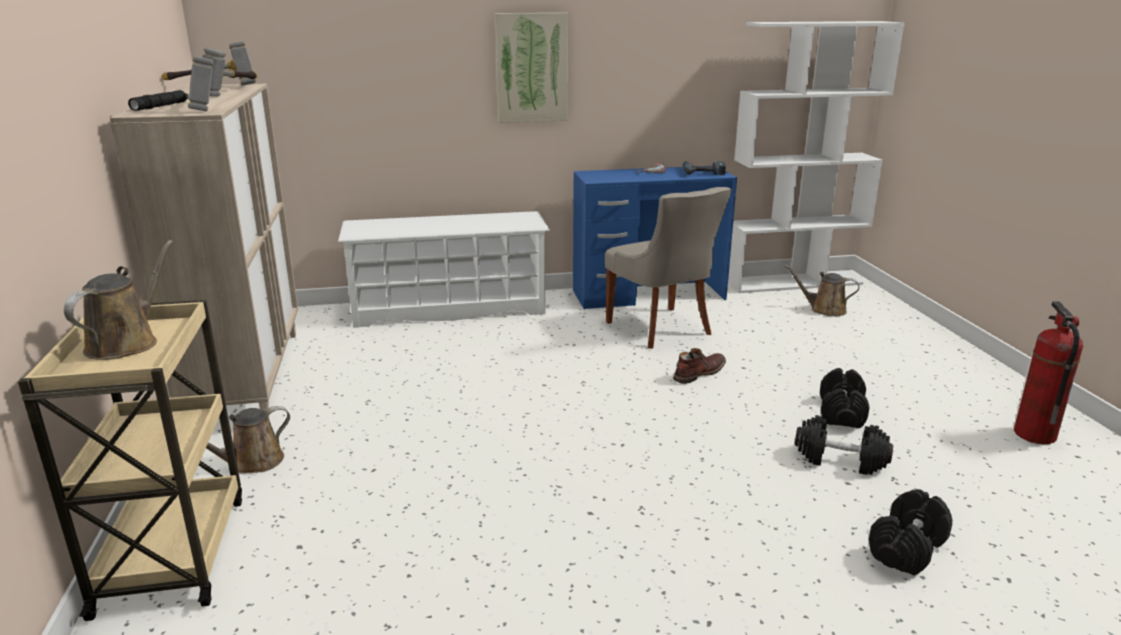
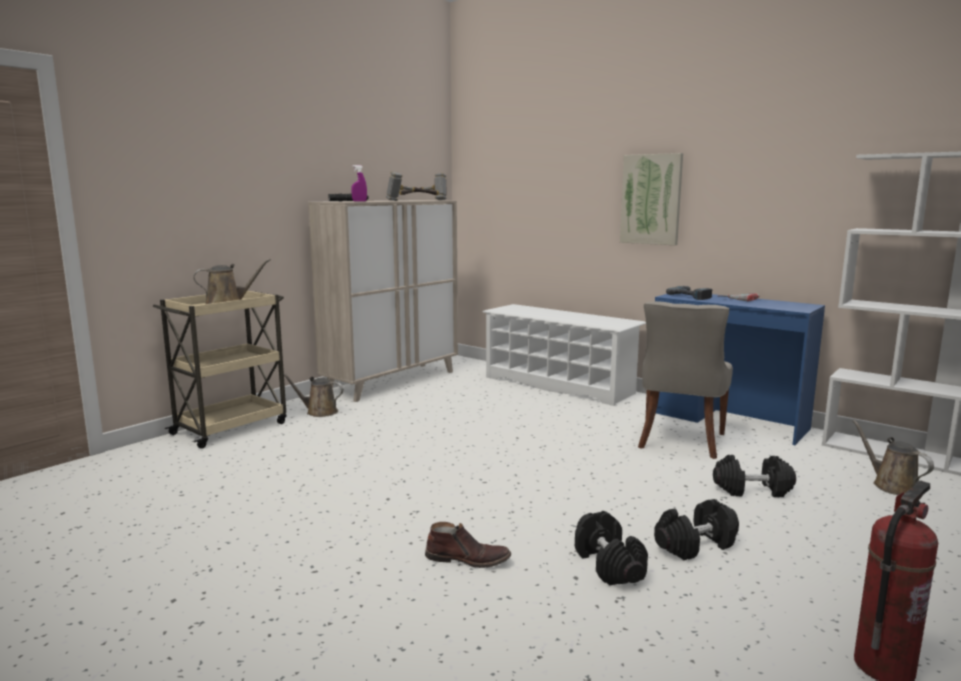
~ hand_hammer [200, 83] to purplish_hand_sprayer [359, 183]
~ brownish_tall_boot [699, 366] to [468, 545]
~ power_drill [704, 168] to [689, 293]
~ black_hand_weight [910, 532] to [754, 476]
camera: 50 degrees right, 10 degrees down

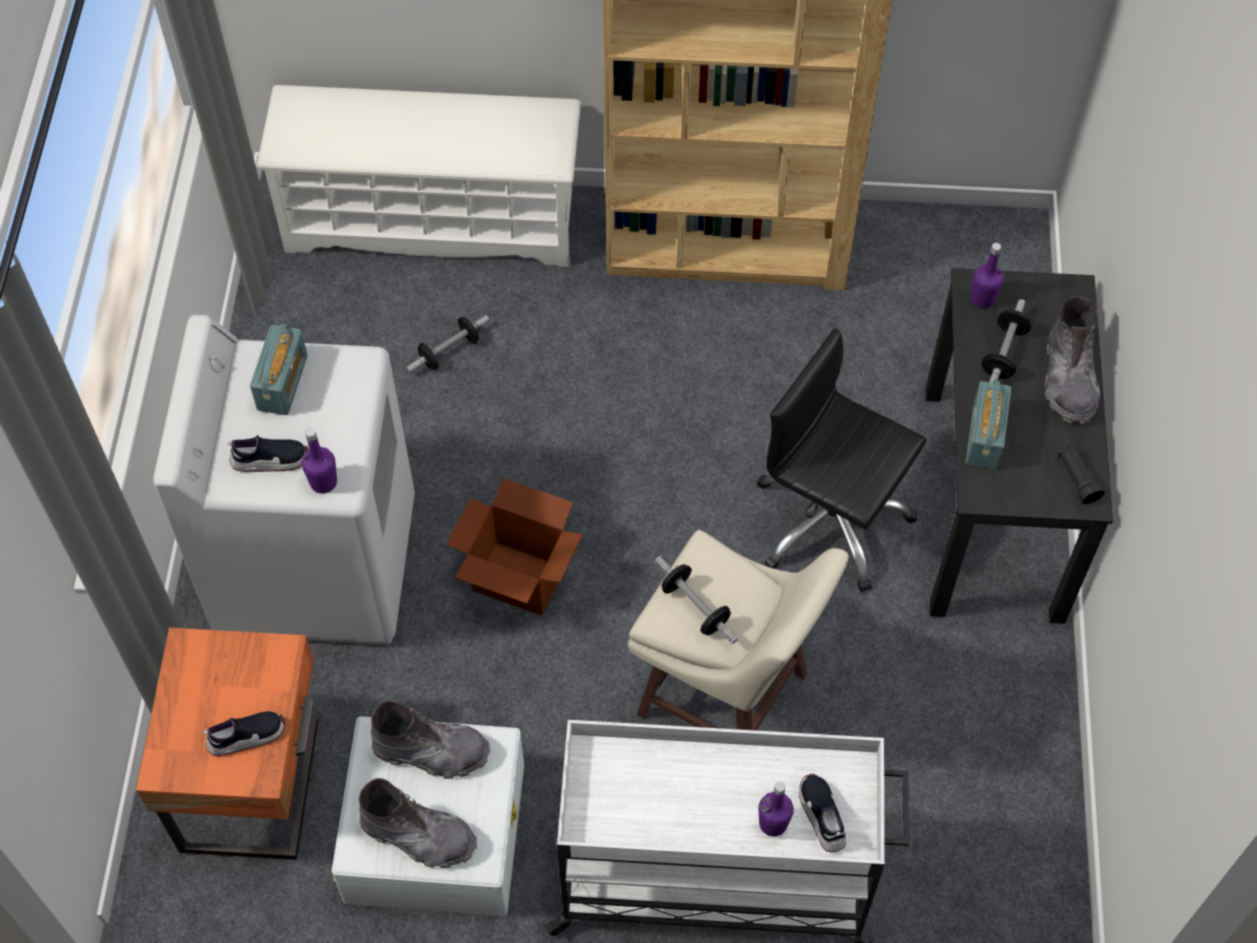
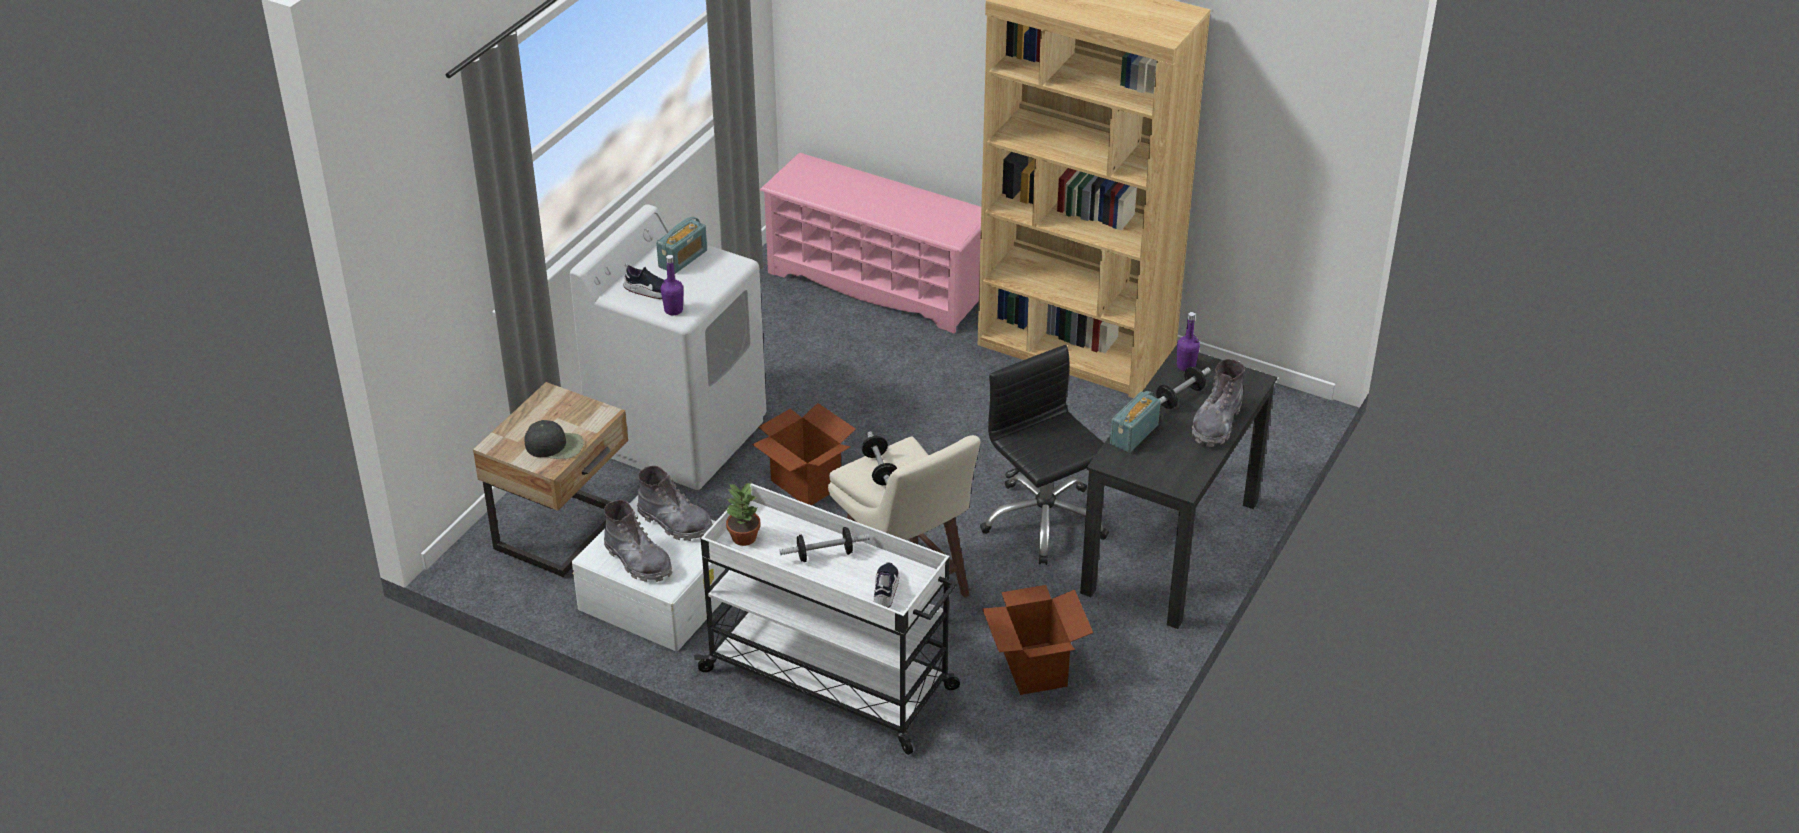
~ orangey_bedside_table [227, 744] to sand-coloured_bedside_table [550, 479]
~ low_shoe [244, 733] to black_peaked_cap [554, 439]
+ potted_plant [743, 514]
~ whitish_shoe_stand [418, 176] to pinkish_shoe_stand [870, 243]
~ hand_weight [448, 343] to [824, 544]
+ carton [1037, 640]
- purplish_bottle [776, 809]
- black_torch [1081, 474]
camera: 25 degrees right, 20 degrees down

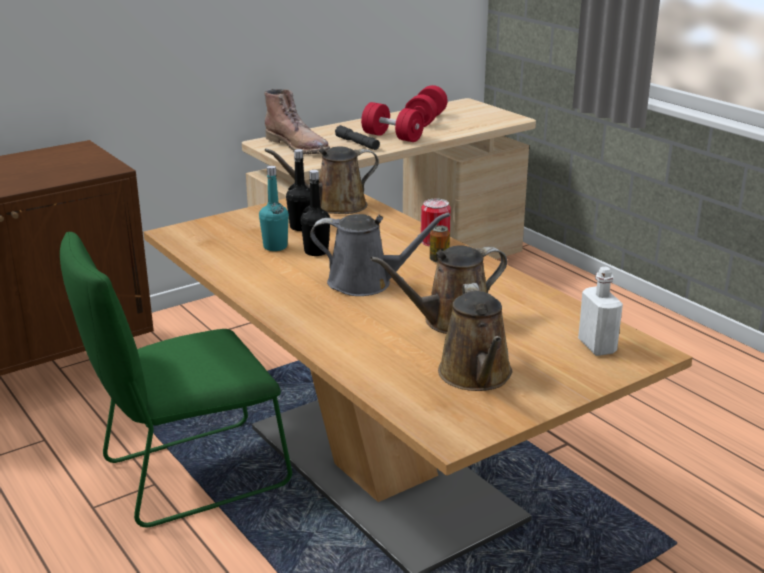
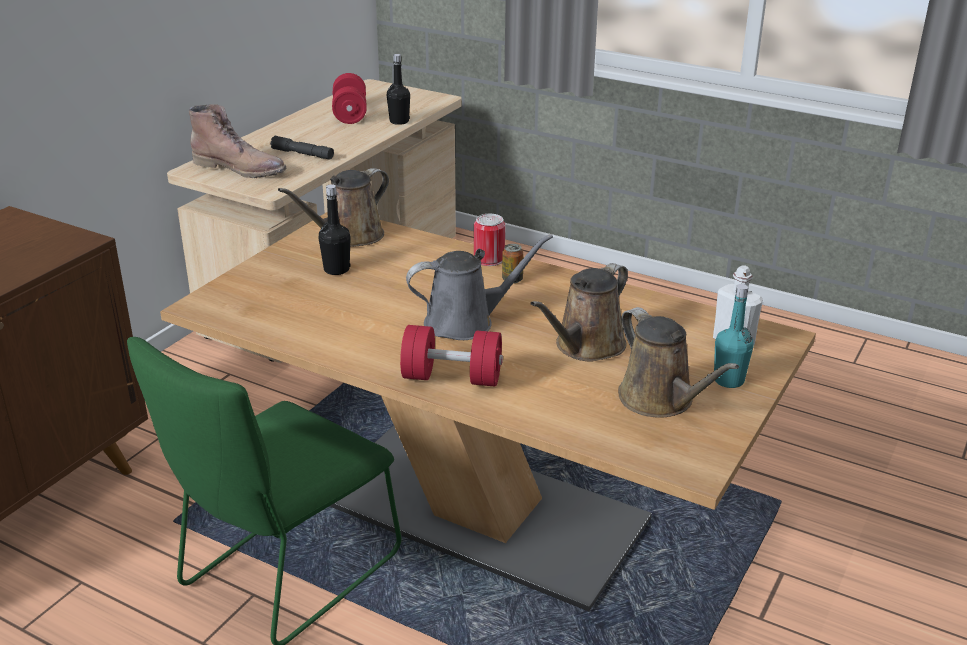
~ black_bottle [315, 213] to [398, 89]
~ red-coloured_hand_weight [392, 122] to [451, 356]
~ turquoise-coloured_bottle [274, 208] to [734, 336]
camera: 25 degrees left, 5 degrees up

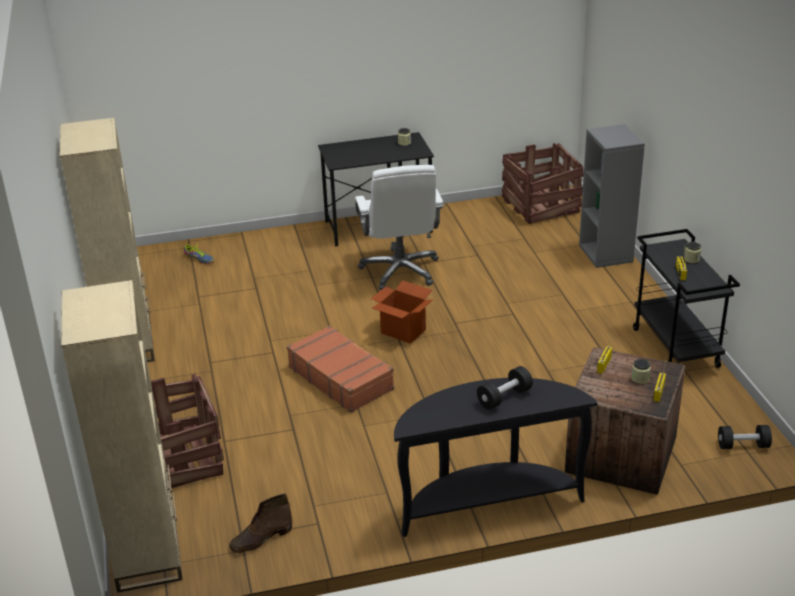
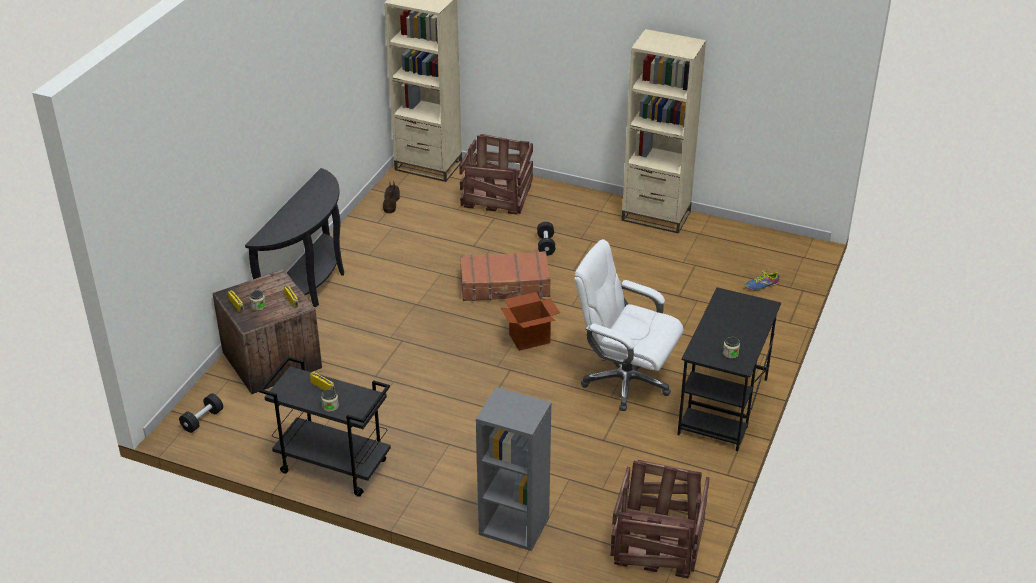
~ black_hand_weight [505, 388] to [546, 239]
camera: 125 degrees right, 5 degrees up

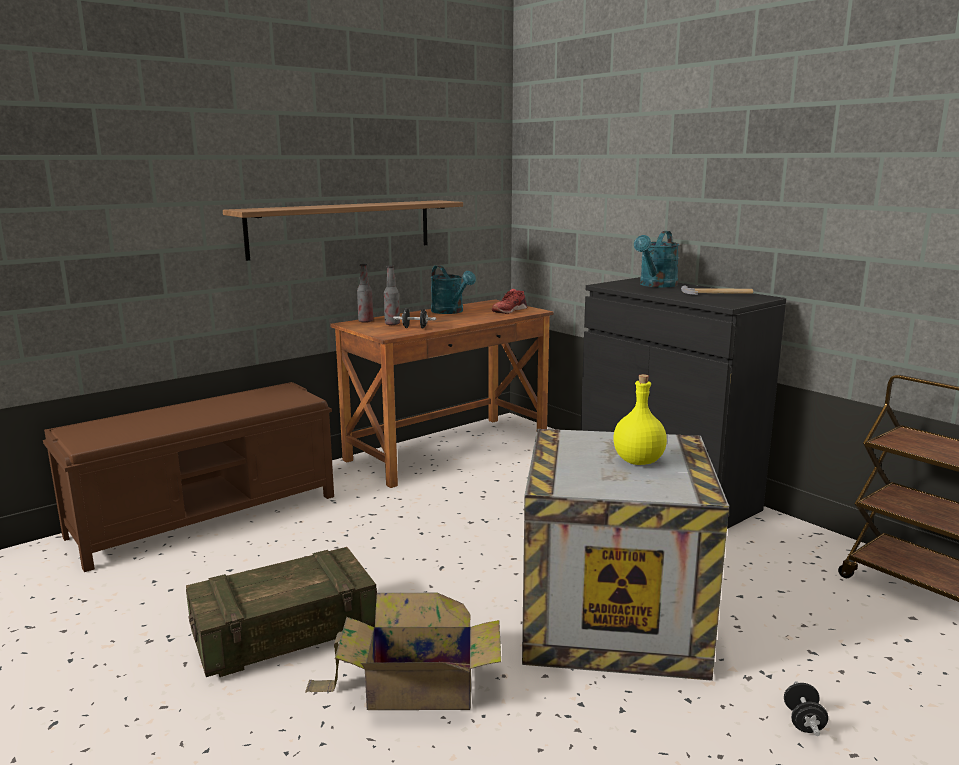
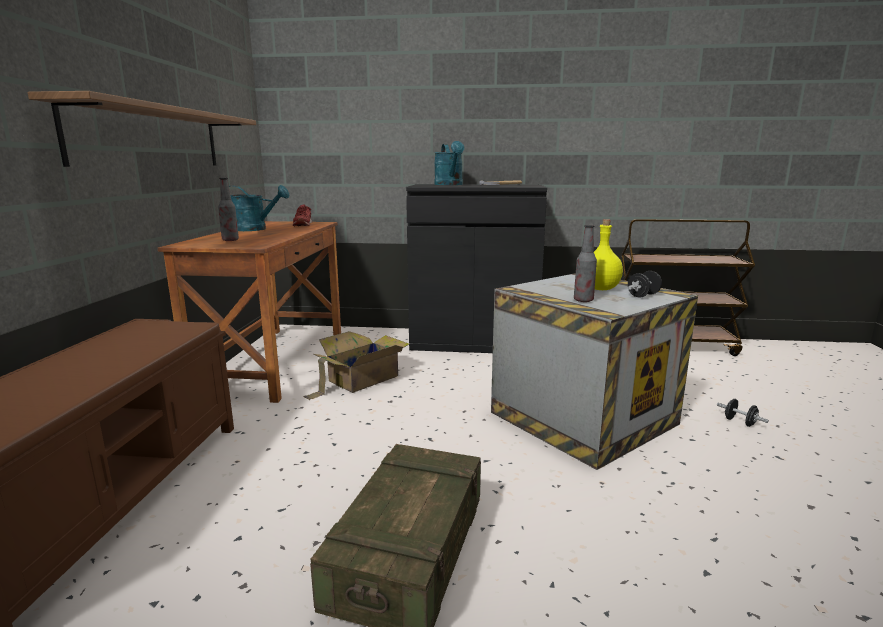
~ carton [403, 651] to [356, 365]
~ bottle [365, 293] to [585, 263]
~ black_hand_weight [414, 318] to [645, 284]
camera: 45 degrees left, 0 degrees up

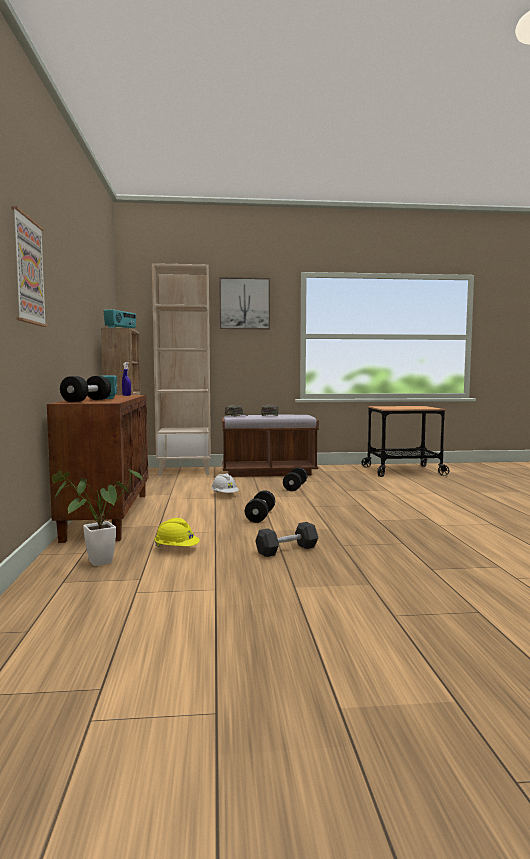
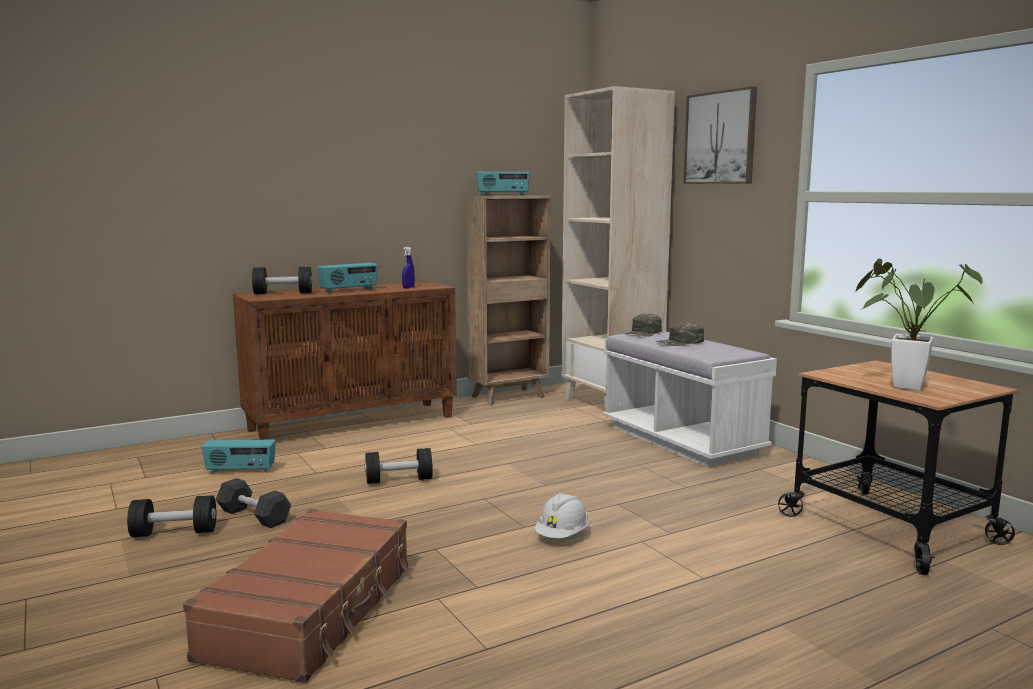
~ black_hand_weight [295, 479] to [171, 516]
+ brownish_travel_case [296, 596]
~ yellow_work_helmet [177, 532] to radio_receiver [238, 457]
~ whitish_work_helmet [225, 483] to [561, 515]
~ brownish_bench [270, 446] to whitish_bench [690, 399]
~ potted_plant [97, 517] to [918, 325]
- picture [29, 266]
camera: 65 degrees right, 5 degrees up

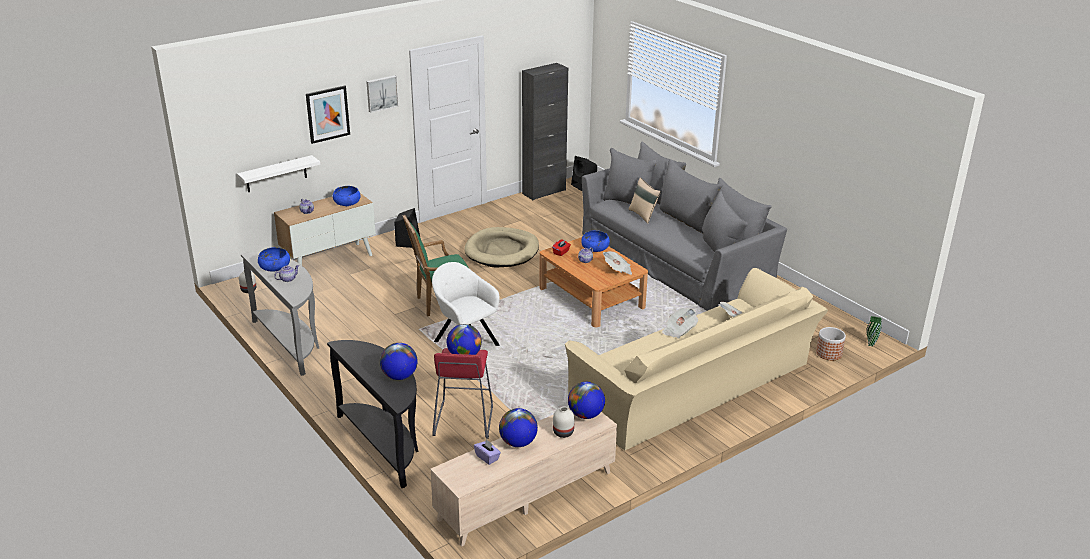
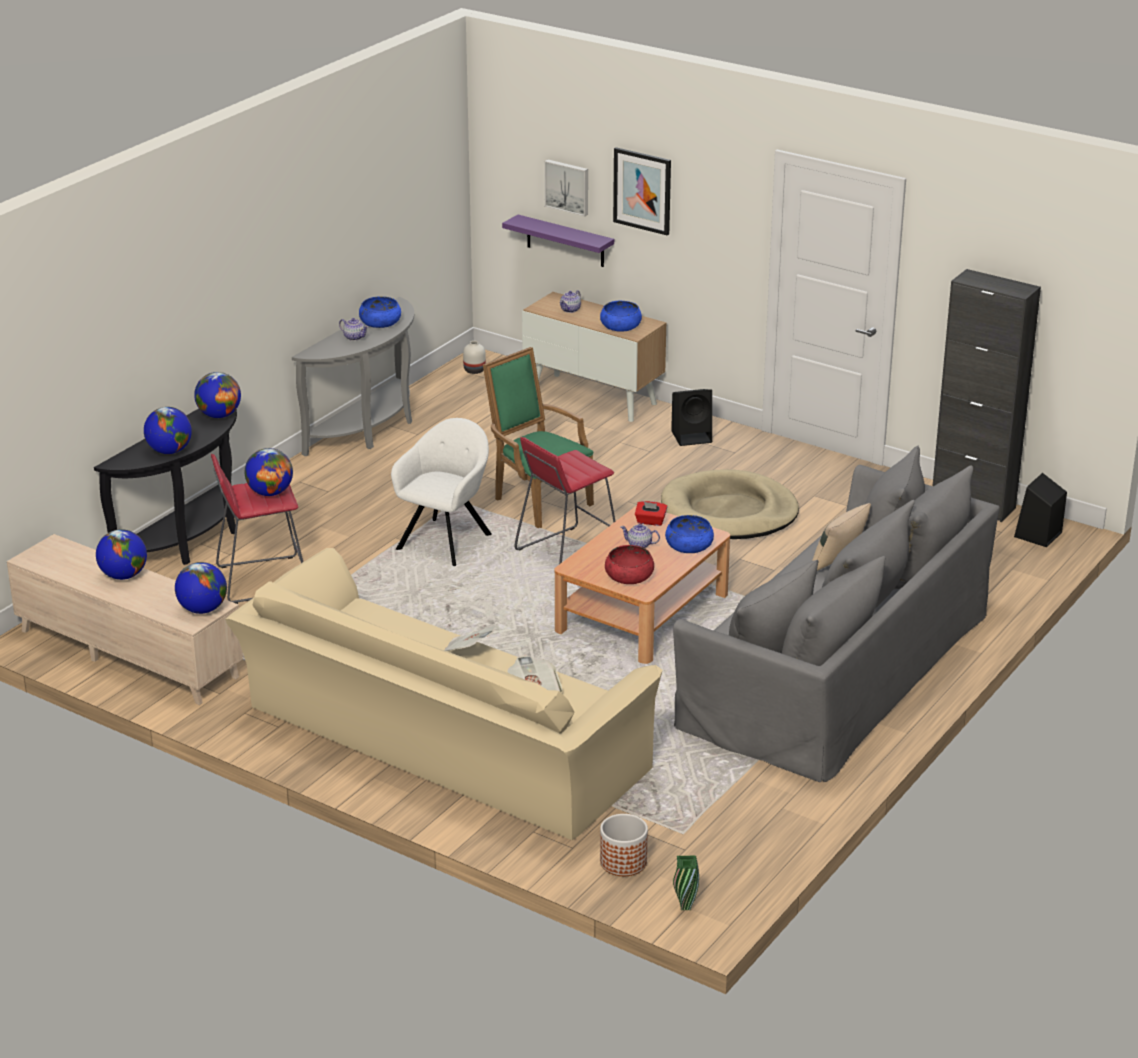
+ desk_globe [217, 395]
~ whitish_bracket_shelf [278, 173] to purplish_bracket_shelf [558, 241]
+ red-coloured_stool_seat [564, 500]
~ picture [382, 94] to [566, 188]
~ daily_paper [617, 263] to red-coloured_serving_bowl [629, 564]
- purplish_box_of_tissues [487, 452]
- whitish_decorative_vase [564, 422]
camera: 70 degrees right, 0 degrees up

